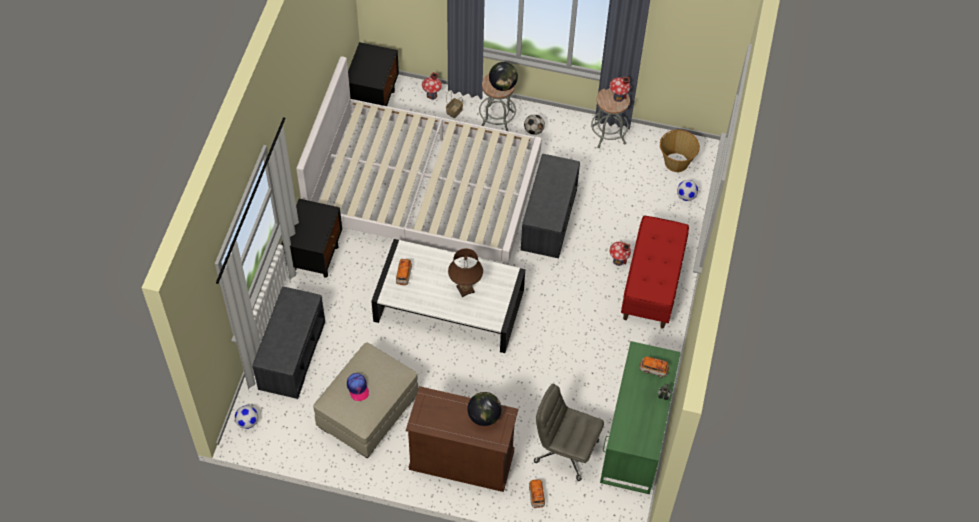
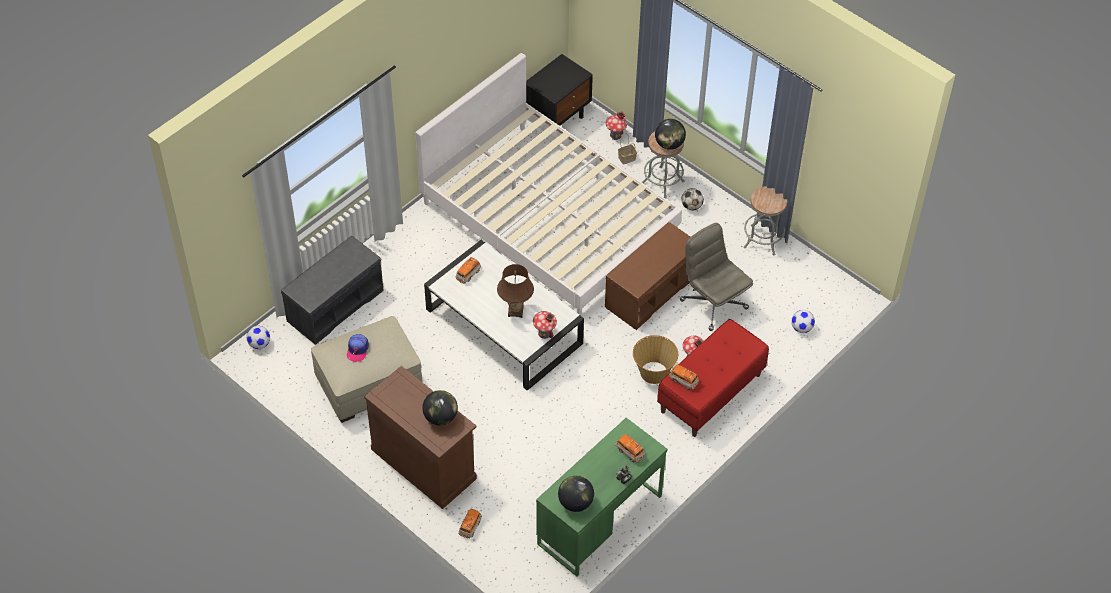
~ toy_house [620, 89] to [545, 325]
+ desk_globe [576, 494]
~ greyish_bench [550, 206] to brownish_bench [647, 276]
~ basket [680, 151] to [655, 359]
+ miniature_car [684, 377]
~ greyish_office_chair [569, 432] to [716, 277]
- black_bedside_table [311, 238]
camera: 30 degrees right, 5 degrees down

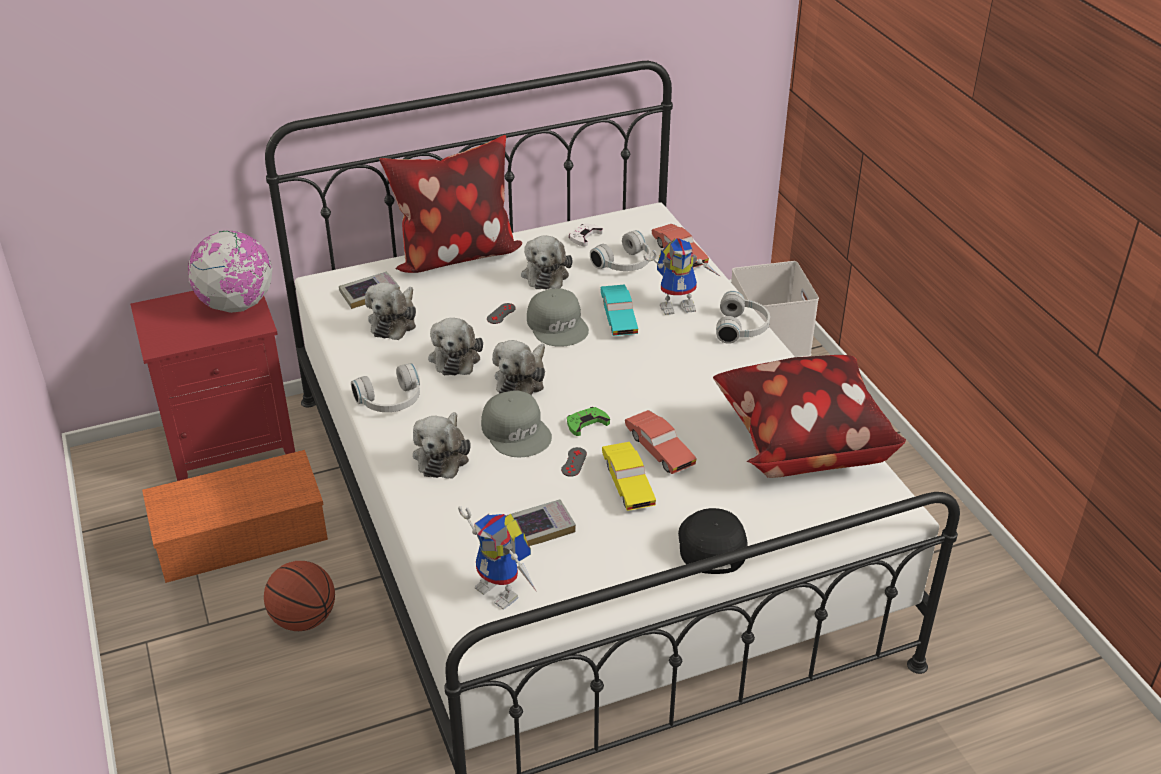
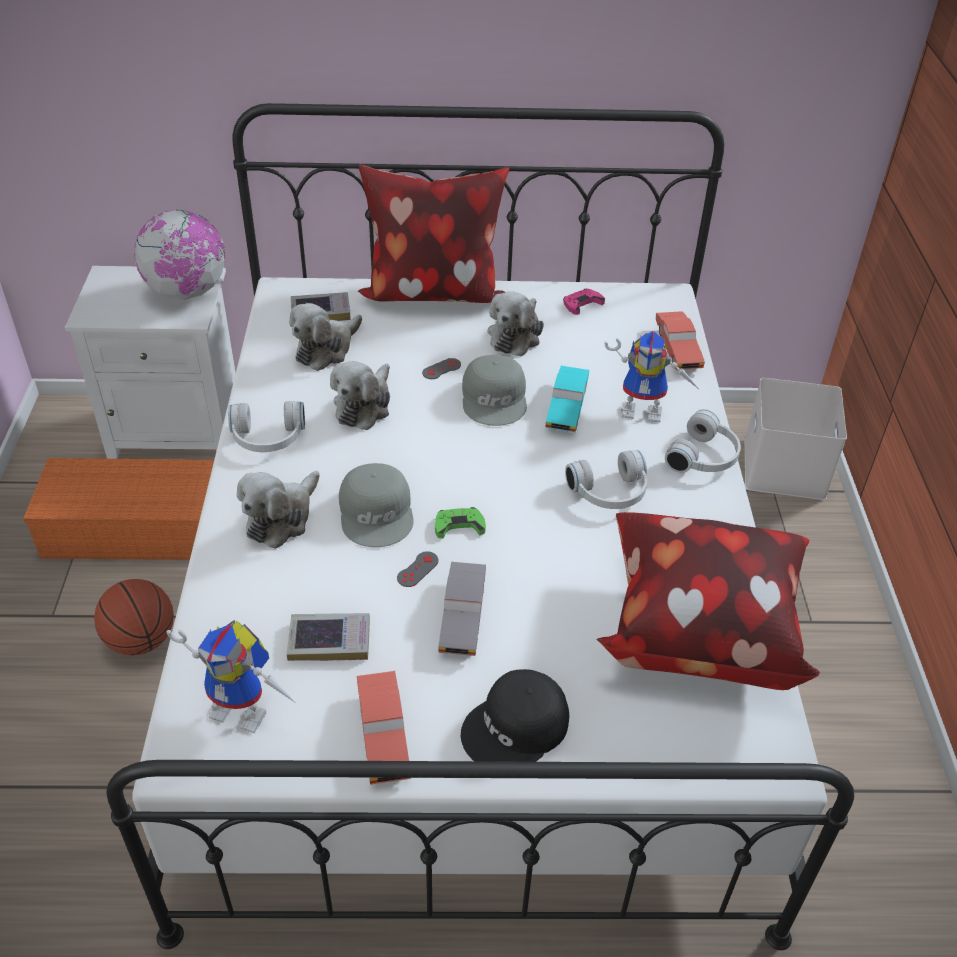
~ red-coloured_bedside_table [212, 386] to whitish_bedside_table [150, 362]
~ toy_robot [497, 558] = [231, 676] 45 degrees counterclockwise
~ red-coloured_miniature_car [661, 442] to [384, 728]
~ yellow_miniature_car [629, 476] to greyish_miniature_car [462, 609]
~ black_peaked_cap [712, 541] = [515, 715] 150 degrees counterclockwise
~ whitish_joypad [586, 235] to pinkish_joypad [584, 302]
~ whitish_pair_of_headphones [620, 250] to [606, 479]
- soft_toy [518, 367]
camera: 20 degrees right, 5 degrees up

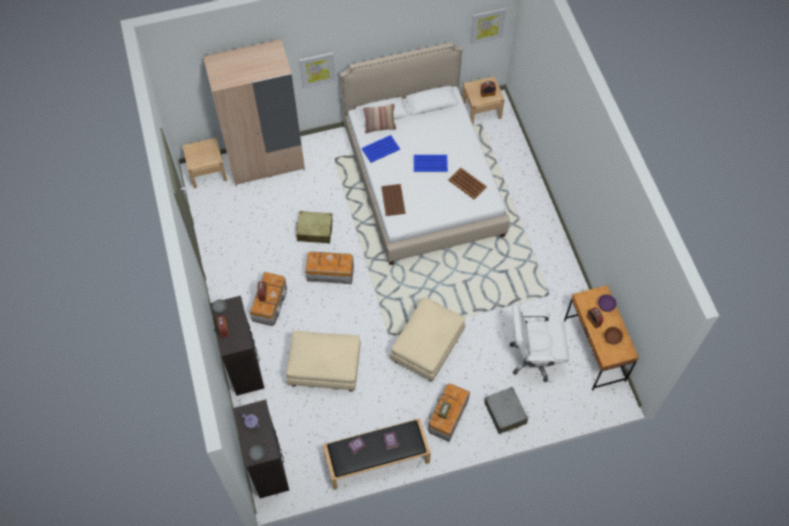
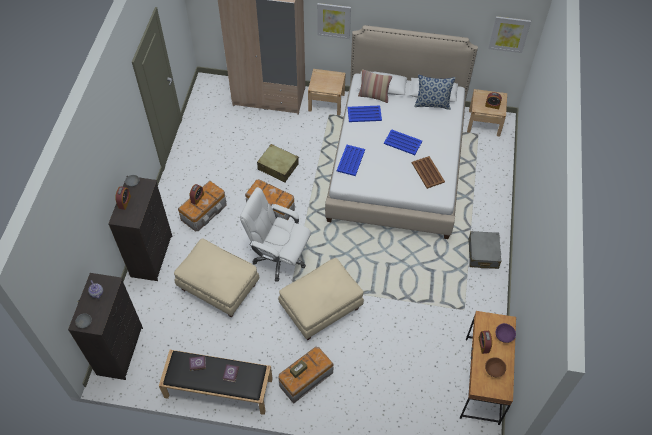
~ whitish_office_chair [539, 343] to [275, 234]
~ sand-coloured_bedside_table [204, 162] to [327, 92]
~ brownish_carrying_tray [393, 200] to blue_carrying_tray [351, 160]
+ pillow [435, 92]
~ greyish_travel_case [506, 410] to [484, 250]
camera: 25 degrees right, 5 degrees down

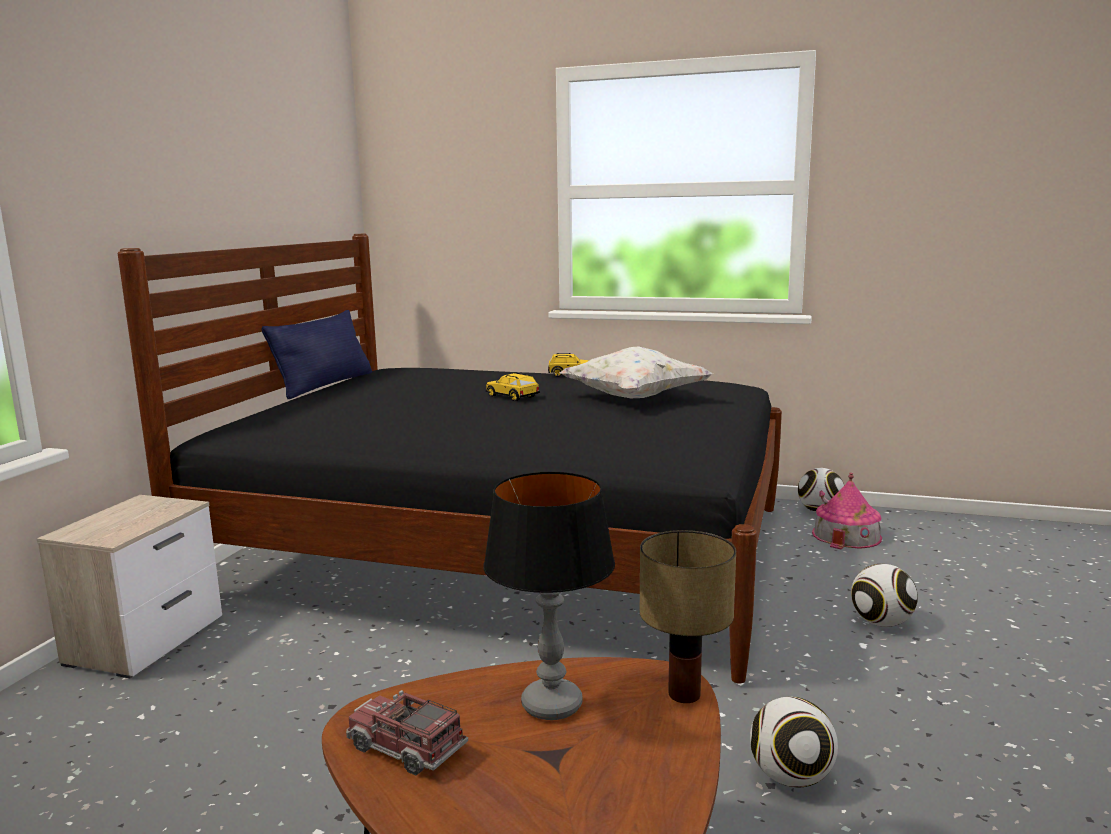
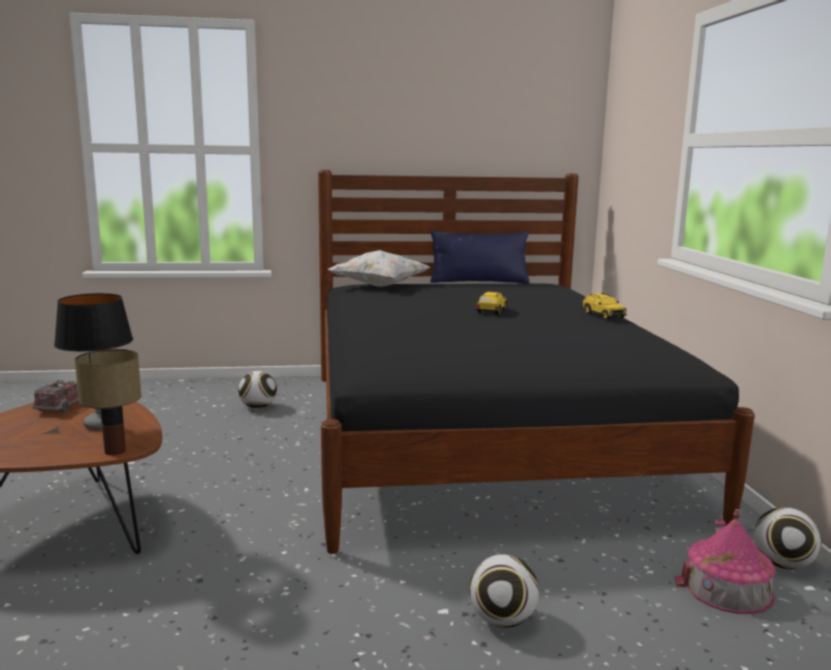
~ football [794, 742] to [257, 390]
~ whitish_pillow [636, 372] to [378, 268]
- bedside_table [129, 586]
camera: 65 degrees right, 0 degrees up

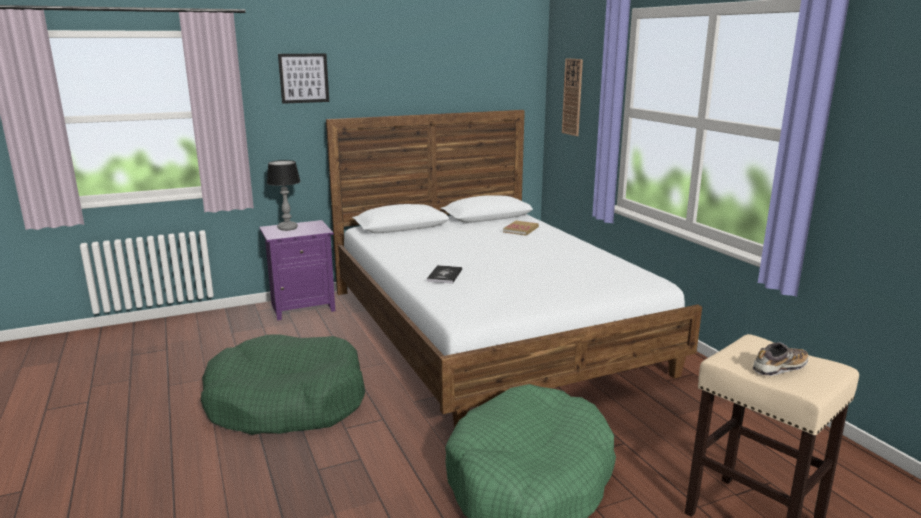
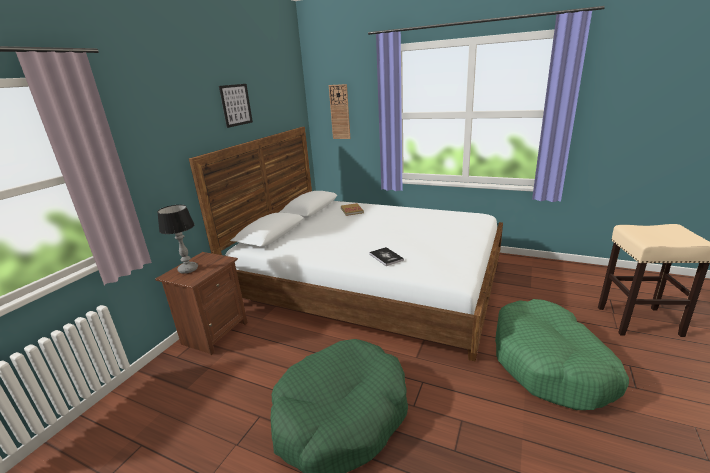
~ purplish_bedside_table [297, 270] to brownish_bedside_table [201, 303]
~ picture [303, 78] to [236, 106]
- low_shoe [780, 359]
camera: 40 degrees left, 5 degrees up

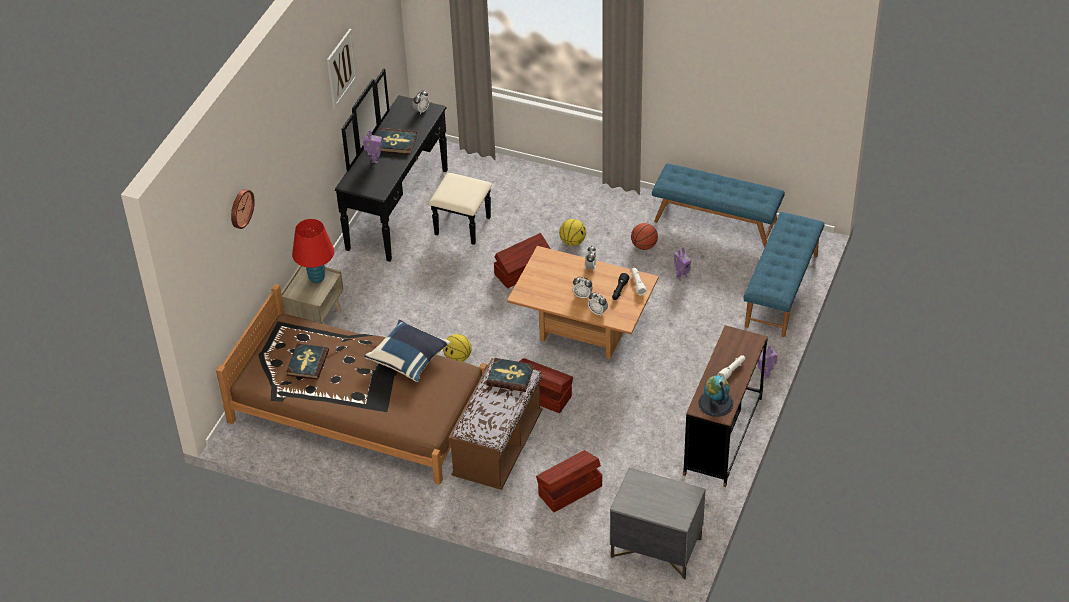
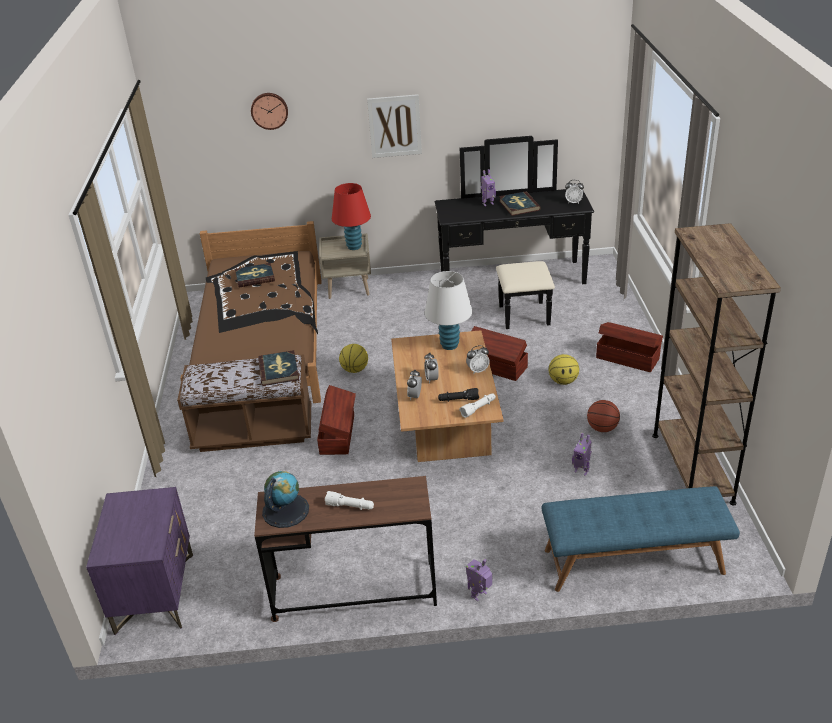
~ greyish_bedside_table [658, 523] to purplish_bedside_table [139, 561]
~ picture [342, 69] to [394, 126]
+ whitish_tabletop_lamp [448, 310]
~ brownish_storage_box [569, 481] to [629, 347]
~ blue_bench [718, 205] to brownish_shelving_unit [716, 364]
- blue_pillow [407, 351]
camera: 65 degrees right, 10 degrees down

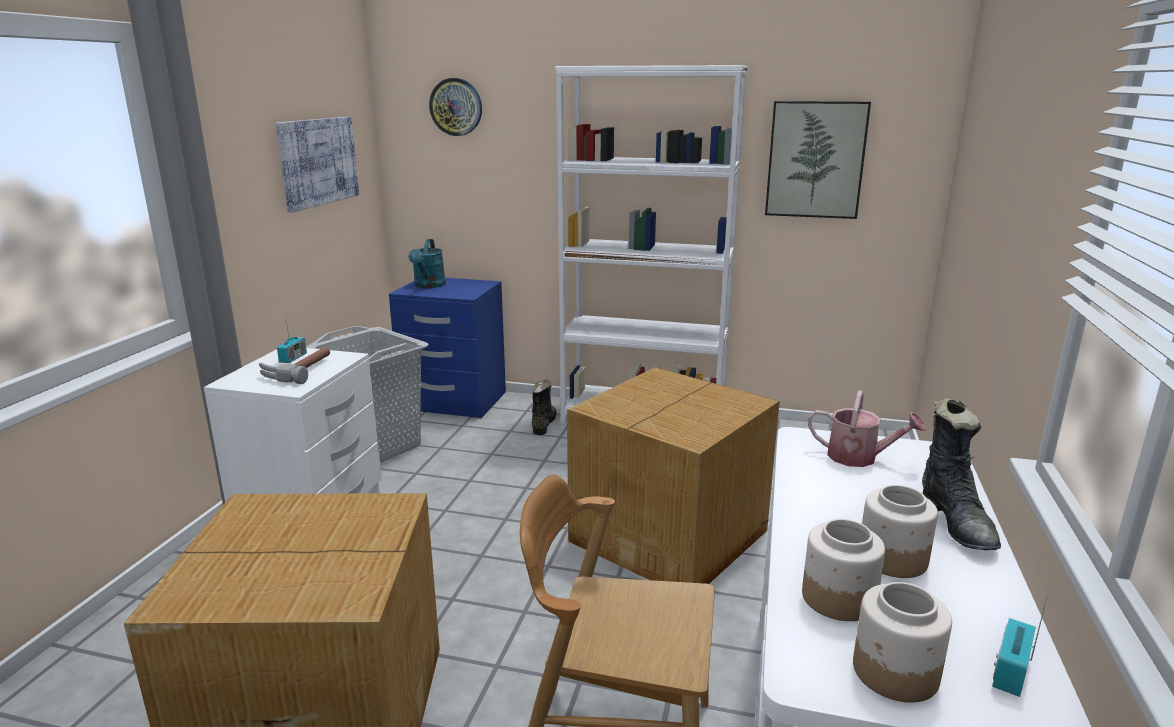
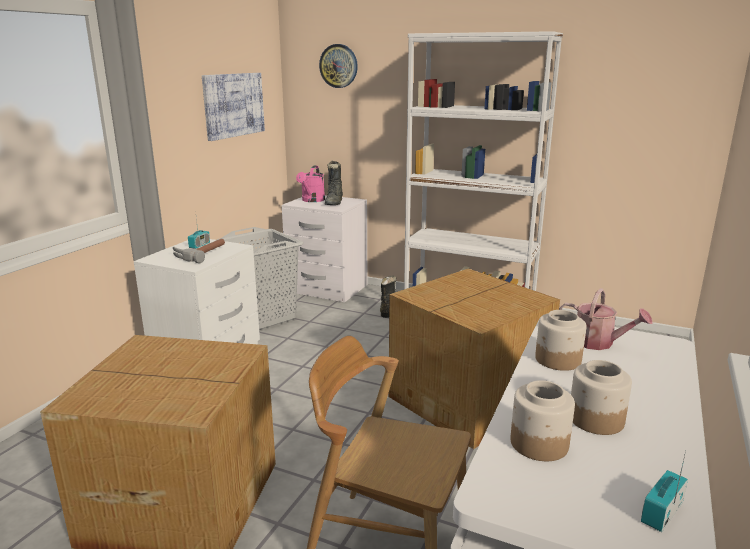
~ blue_bedside_table [447, 348] to whitish_bedside_table [324, 248]
~ turquoise-coloured_watering_pot [427, 263] to pinkish_watering_pot [310, 184]
~ black_tall_boot [961, 474] to [334, 182]
~ preserve_jar [902, 642] to [560, 340]
- picture [818, 160]
camera: 10 degrees right, 0 degrees up

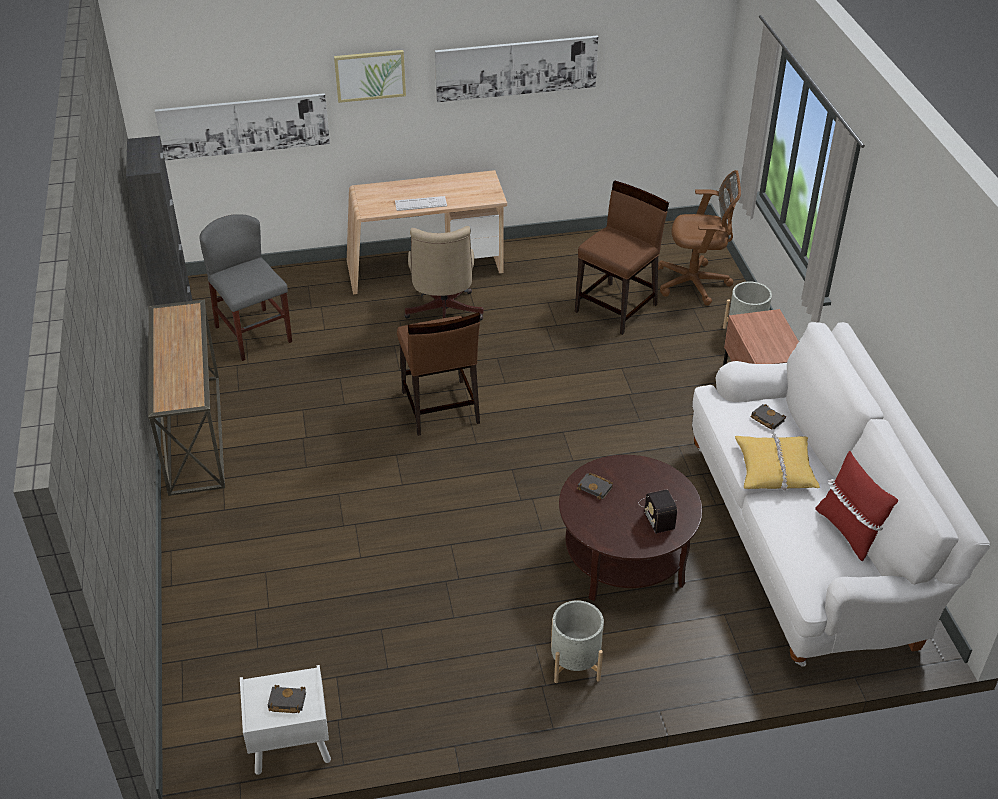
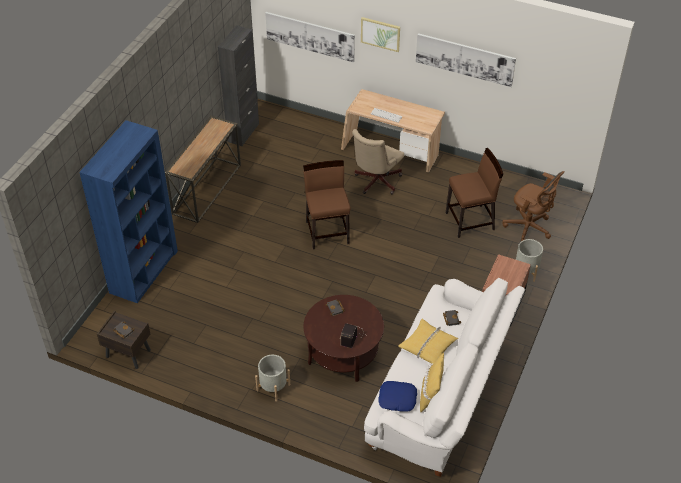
+ blue_shelving_unit [128, 211]
~ whitish_bedside_table [285, 720] to brownish_bedside_table [124, 340]
~ brownish_plain_chair [438, 374] = [327, 205] 150 degrees clockwise
+ blue_pillow [397, 396]
~ red-coloured_pillow [856, 506] to yellow_pillow [432, 382]
- greyish_plain_chair [245, 287]
camera: 35 degrees right, 5 degrees up

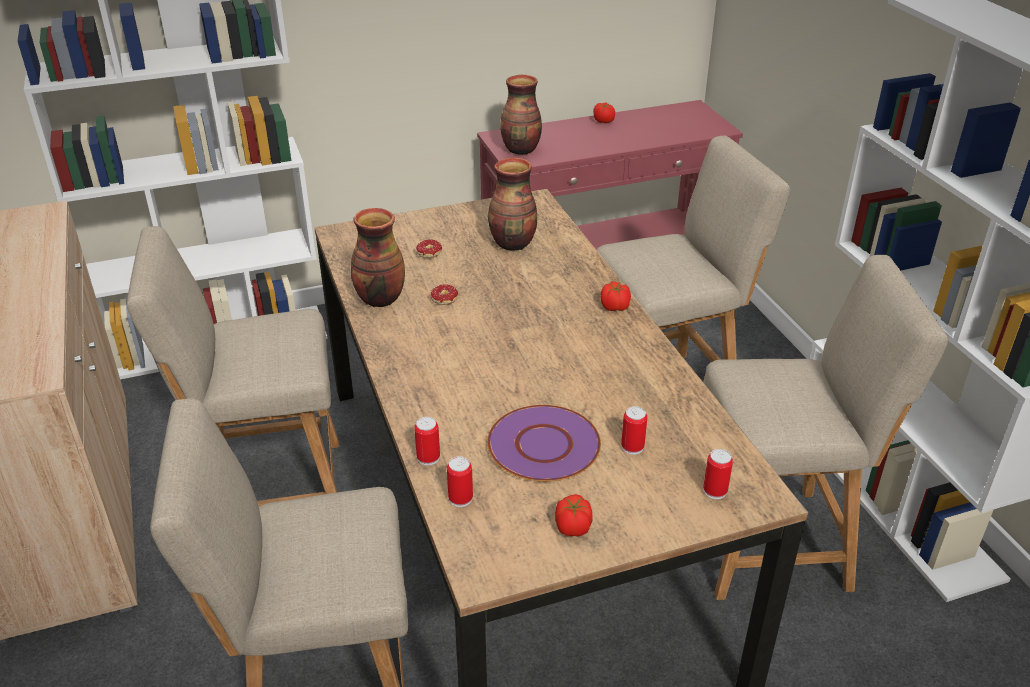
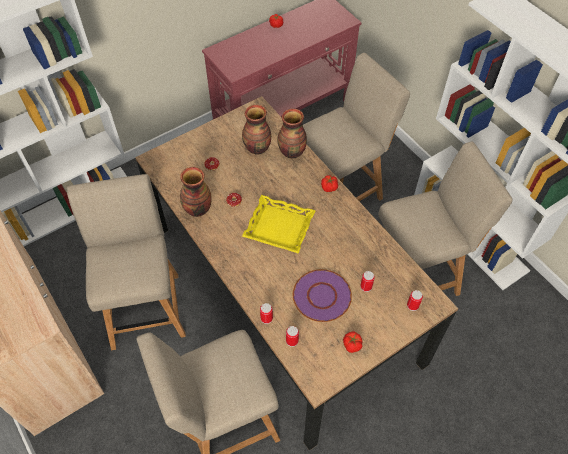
~ sand-coloured_plain_chair [233, 366] = [126, 262] 105 degrees clockwise
+ yellow_carrying_tray [279, 224]
~ decorative_vase [521, 115] to [292, 134]
camera: 15 degrees left, 20 degrees up

